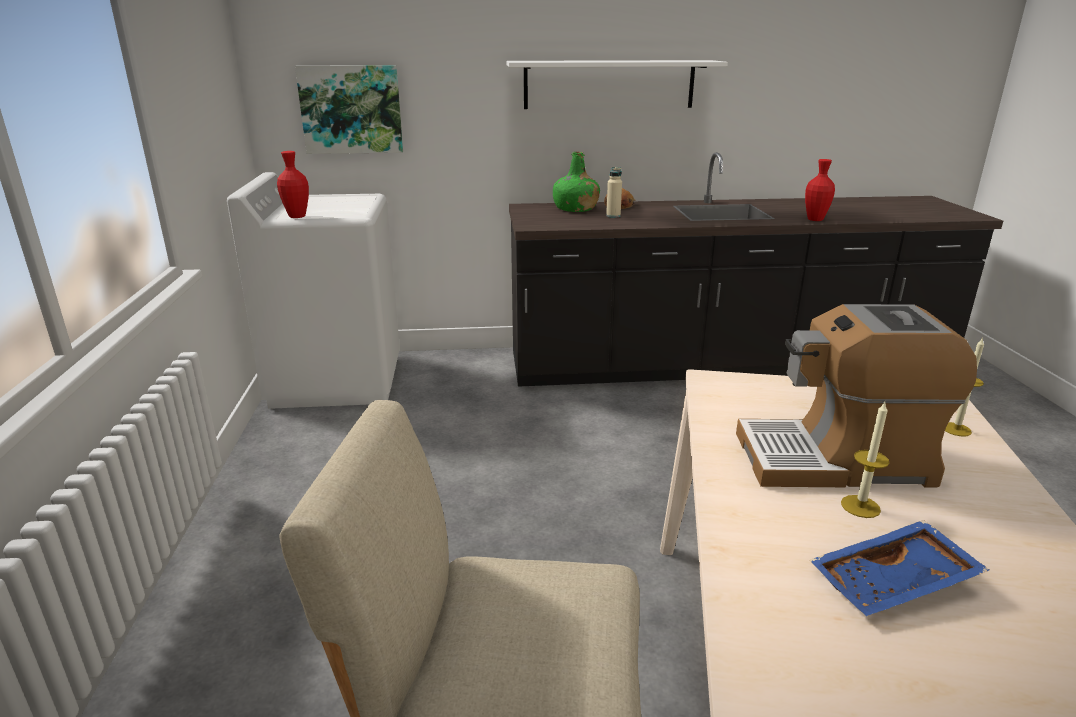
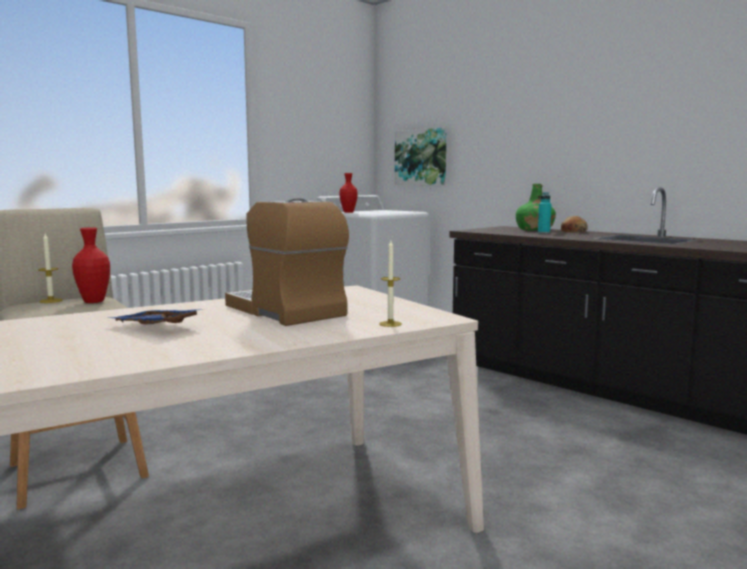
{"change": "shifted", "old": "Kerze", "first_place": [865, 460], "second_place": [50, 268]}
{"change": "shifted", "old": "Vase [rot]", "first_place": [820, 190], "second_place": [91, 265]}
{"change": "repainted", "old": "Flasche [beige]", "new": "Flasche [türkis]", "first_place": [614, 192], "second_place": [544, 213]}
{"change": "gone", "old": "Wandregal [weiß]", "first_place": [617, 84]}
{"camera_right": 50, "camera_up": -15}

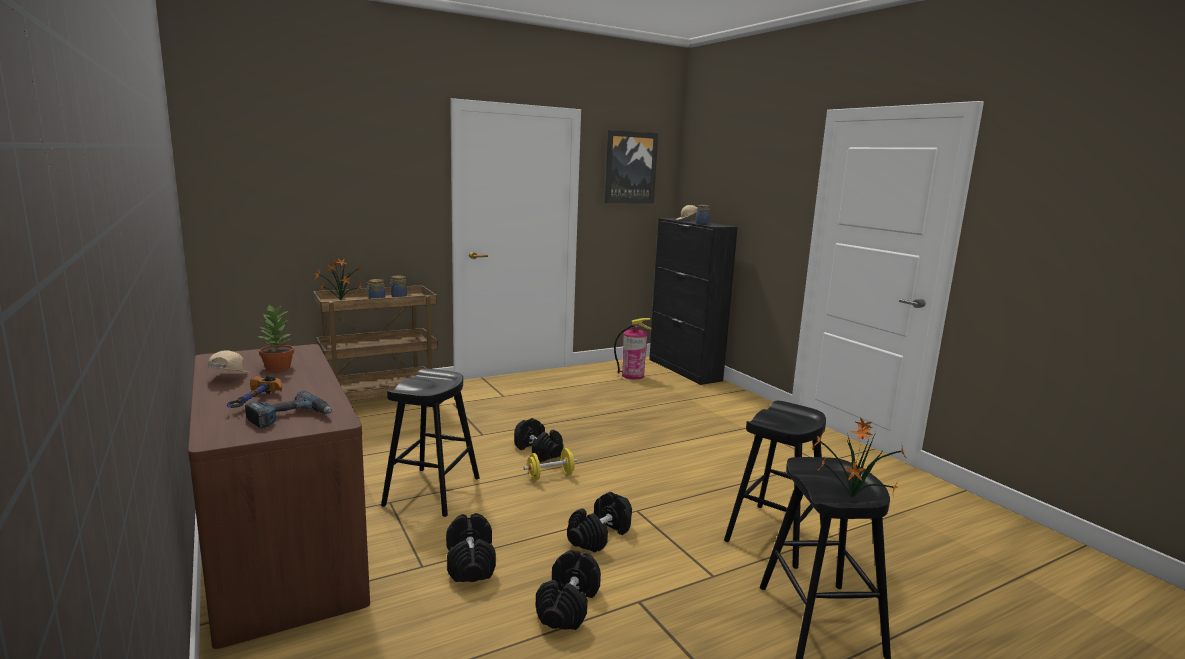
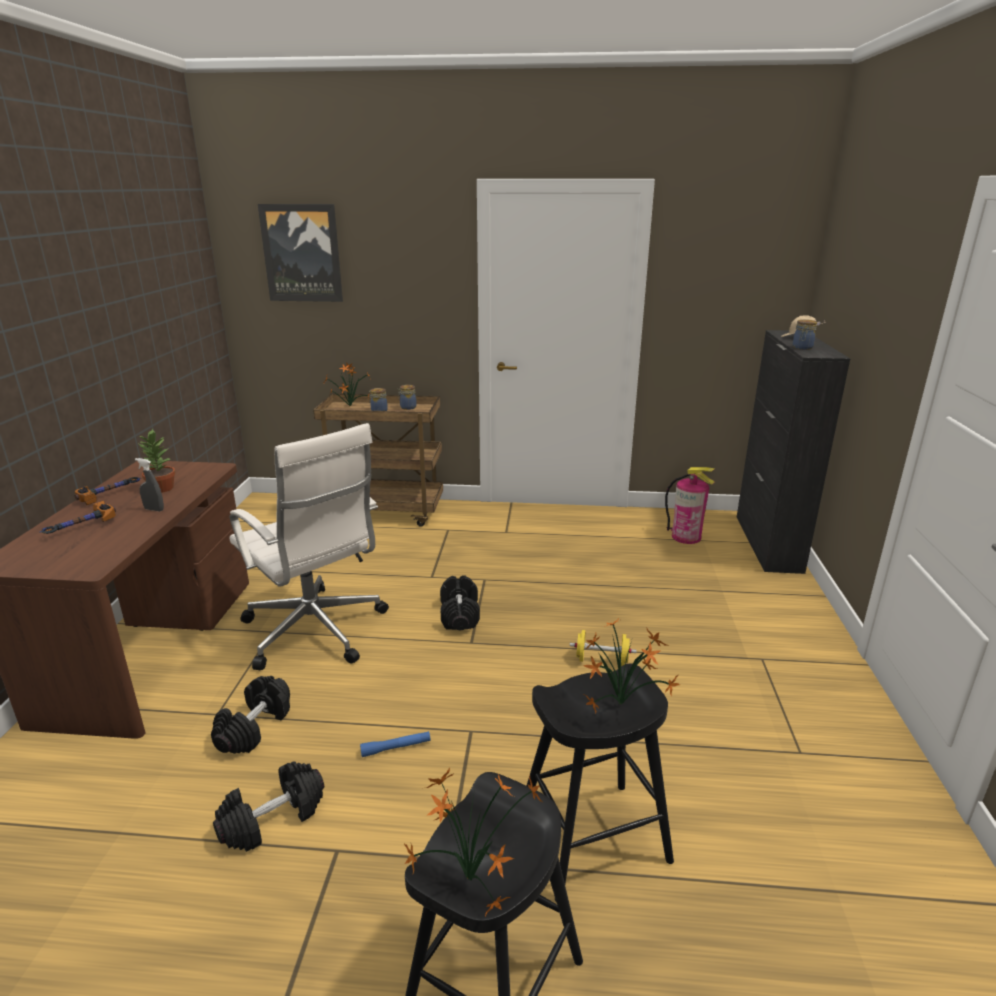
{"change": "swapped", "old": "Kappe [beige]", "new": "Hammer", "first_place": [228, 361], "second_place": [107, 491]}
{"change": "new", "new": "Sprühflasche [grau]", "second_place": [149, 484]}
{"change": "swapped", "old": "Hocker [schwarz]", "new": "Bürostuhl [weiß]", "first_place": [430, 443], "second_place": [309, 546]}
{"change": "shifted", "old": "Bild", "first_place": [631, 167], "second_place": [300, 253]}
{"change": "swapped", "old": "Hantel [schwarz]", "new": "Taschenlampe [blau]", "first_place": [599, 522], "second_place": [395, 744]}
{"change": "shifted", "old": "Hantel [gelb]", "first_place": [550, 464], "second_place": [603, 648]}
{"change": "new", "new": "Topfpflanze", "second_place": [631, 665]}
{"change": "gone", "old": "Bohrmaschine", "first_place": [288, 409]}
{"camera_right": 35, "camera_up": 10}

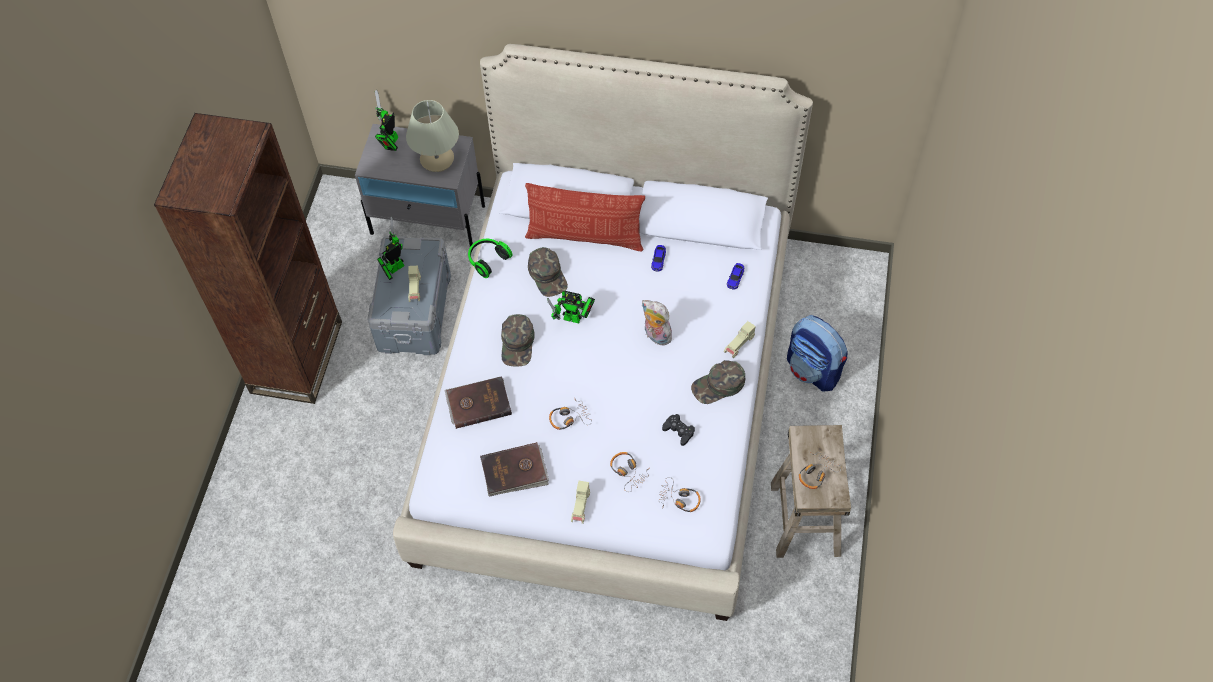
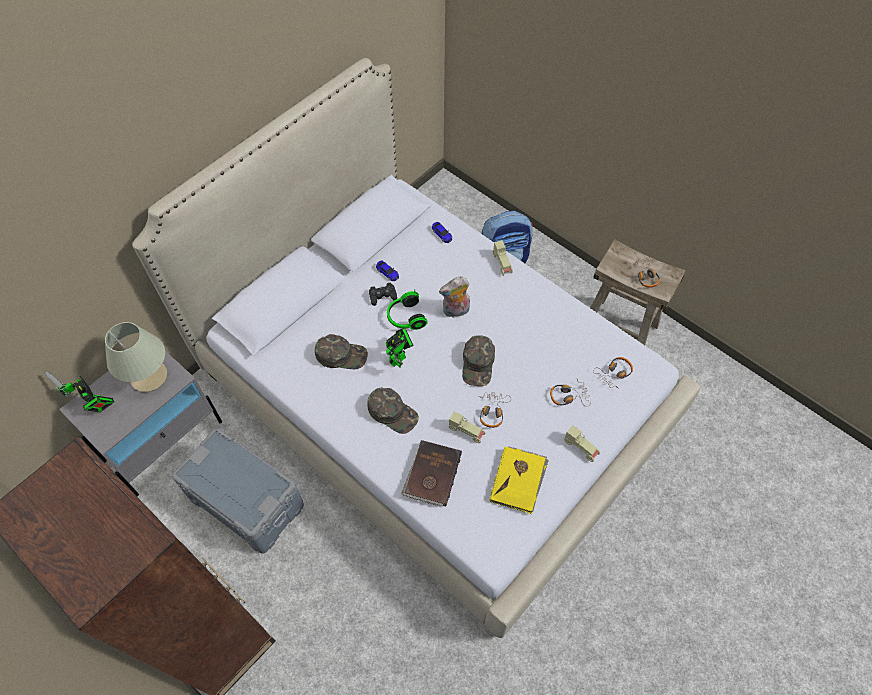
{"change": "shifted", "old": "Gamepad [schwarz]", "first_place": [678, 430], "second_place": [383, 294]}
{"change": "shifted", "old": "Kopfhörer", "first_place": [490, 258], "second_place": [407, 310]}
{"change": "shifted", "old": "Spielzeugauto [beige]", "first_place": [414, 284], "second_place": [467, 427]}
{"change": "shifted", "old": "Kappe [grün]", "first_place": [718, 382], "second_place": [478, 360]}
{"change": "repainted", "old": "Buch [braun]", "new": "Buch [gelb]", "first_place": [514, 469], "second_place": [519, 480]}
{"change": "gone", "old": "Spielzeugroboter", "first_place": [391, 248]}
{"change": "gone", "old": "Kissen", "first_place": [585, 217]}
{"camera_right": -60, "camera_up": 0}

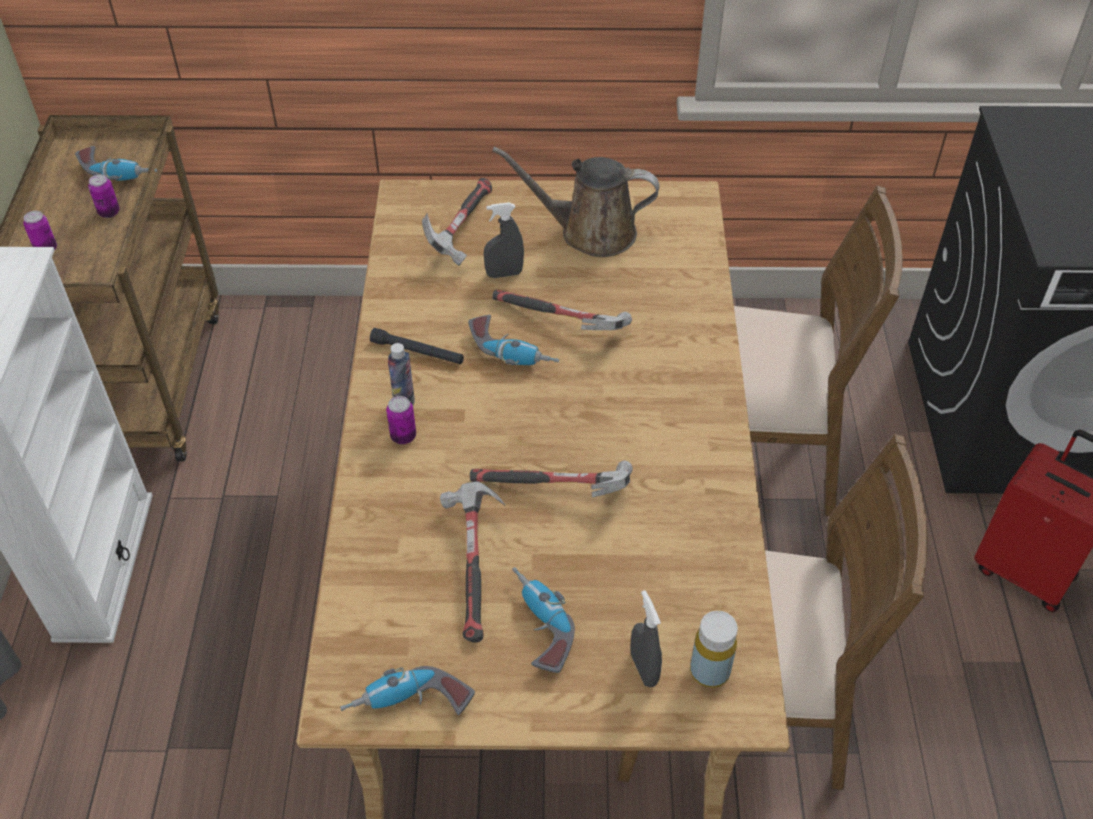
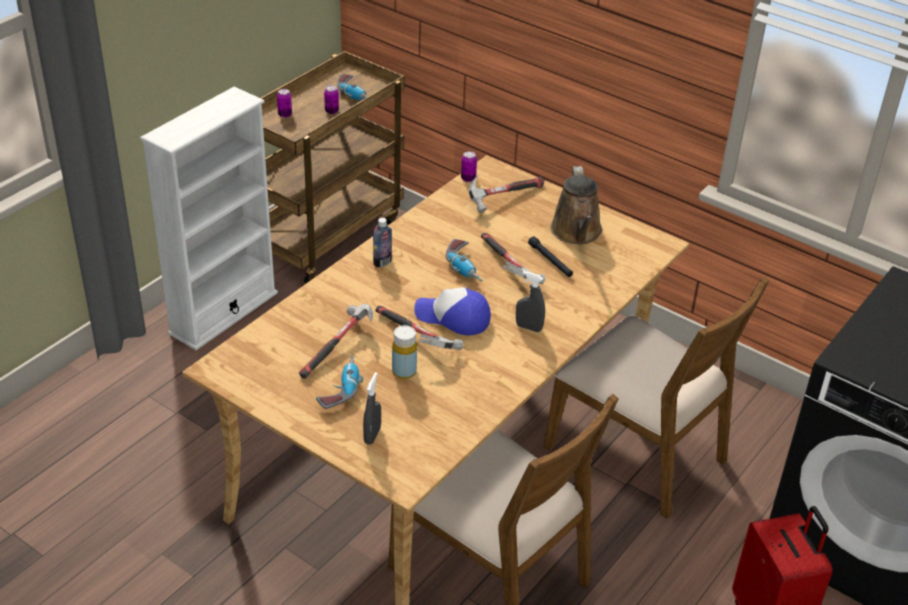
{"change": "shifted", "old": "Flasche [gelb]", "first_place": [714, 649], "second_place": [404, 352]}
{"change": "new", "new": "Kappe", "second_place": [452, 311]}
{"change": "shifted", "old": "Dose", "first_place": [401, 420], "second_place": [469, 166]}
{"change": "shifted", "old": "Sprühflasche [grau]", "first_place": [504, 240], "second_place": [530, 301]}
{"change": "shifted", "old": "Taschenlampe [schwarz]", "first_place": [417, 346], "second_place": [550, 256]}
{"change": "rotated", "old": "Gießkanne [braun]", "first_place": [575, 202], "second_place": [576, 205], "degrees": -135}
{"change": "gone", "old": "Bohrmaschine", "first_place": [407, 690]}
{"camera_right": 35, "camera_up": -10}

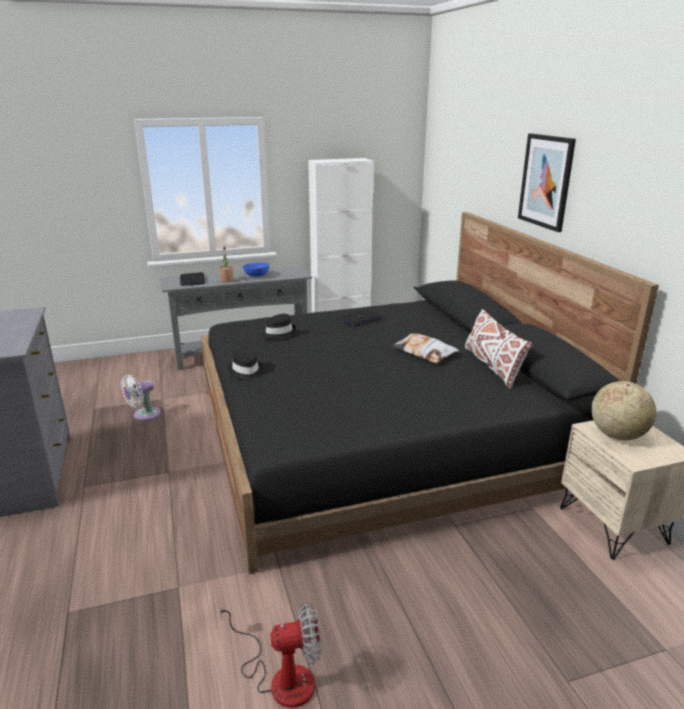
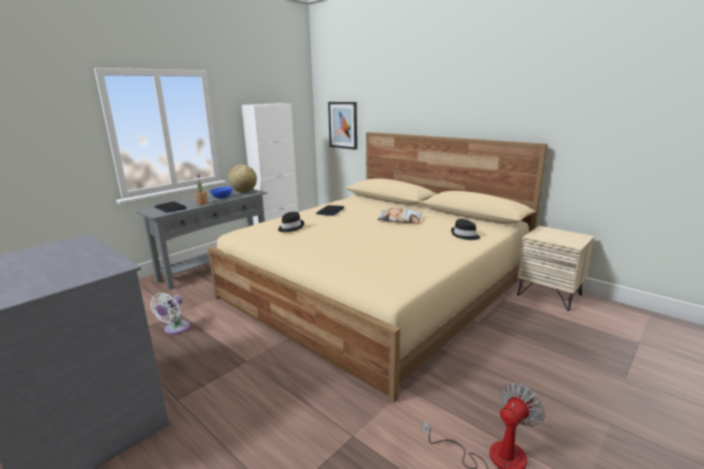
{"change": "repainted", "old": "Bett [schwarz]", "new": "Bett [beige]", "first_place": [430, 393], "second_place": [378, 267]}
{"change": "shifted", "old": "Globus", "first_place": [623, 410], "second_place": [242, 178]}
{"change": "shifted", "old": "Bild", "first_place": [547, 182], "second_place": [342, 126]}
{"change": "shifted", "old": "Hut [schwarz]", "first_place": [246, 364], "second_place": [466, 229]}
{"change": "gone", "old": "Kissen [weiß]", "first_place": [498, 349]}
{"camera_right": -30, "camera_up": -5}

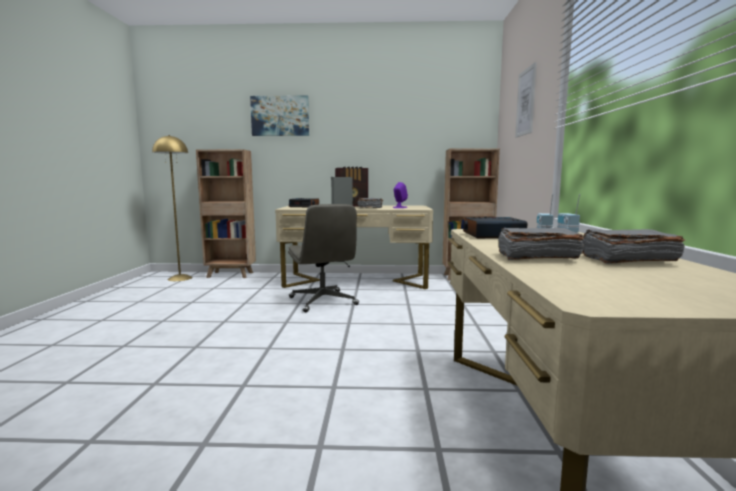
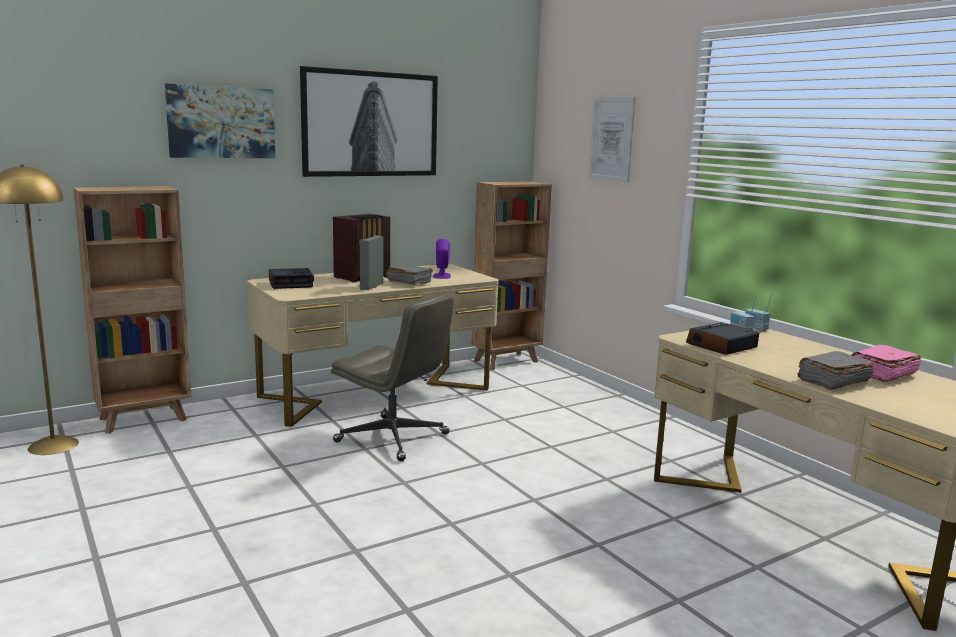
{"change": "new", "new": "Bild", "second_place": [369, 121]}
{"change": "repainted", "old": "Buch [grau]", "new": "Buch [rosa]", "first_place": [633, 246], "second_place": [886, 364]}
{"camera_right": -35, "camera_up": 5}

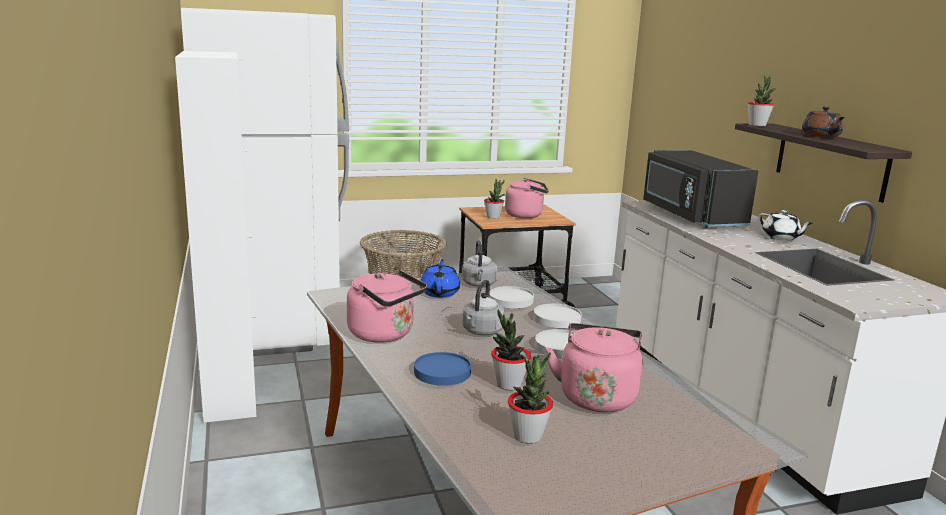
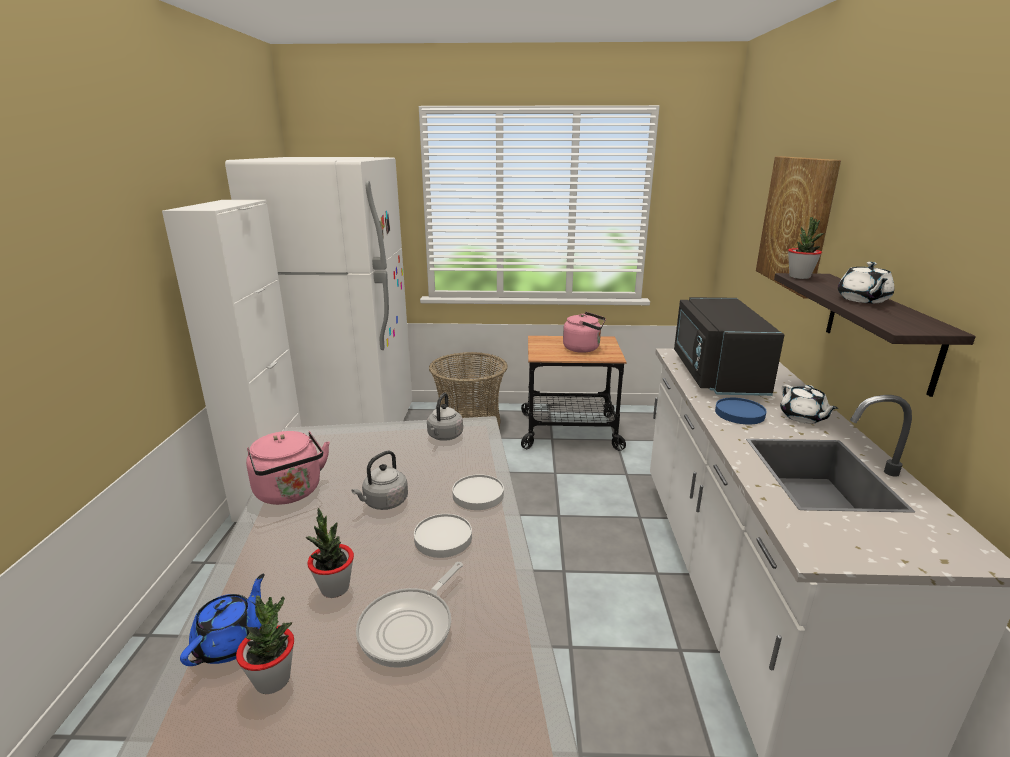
{"change": "shifted", "old": "Teekanne [blau]", "first_place": [440, 278], "second_place": [222, 620]}
{"change": "swapped", "old": "Wasserkessel [rosa]", "new": "Pfanne", "first_place": [594, 367], "second_place": [409, 615]}
{"change": "shifted", "old": "Teller [blau]", "first_place": [442, 369], "second_place": [741, 411]}
{"change": "new", "new": "Bild", "second_place": [798, 227]}
{"change": "repainted", "old": "Teekanne [braun]", "new": "Teekanne [weiß]", "first_place": [823, 122], "second_place": [866, 282]}
{"change": "gone", "old": "Topfpflanze", "first_place": [494, 199]}
{"change": "gone", "old": "Teller [weiß]", "first_place": [511, 297]}
{"camera_right": 20, "camera_up": 5}

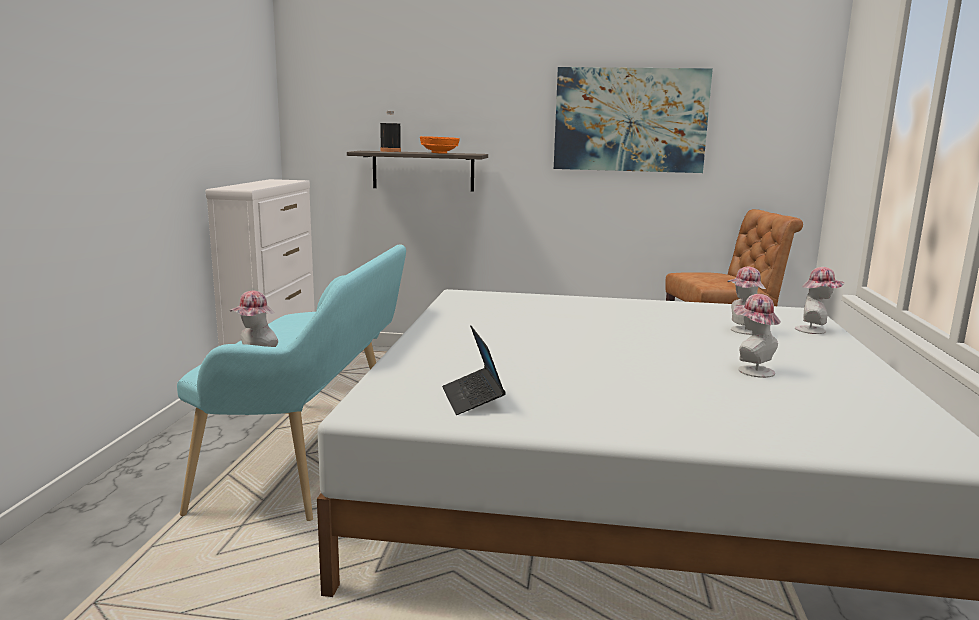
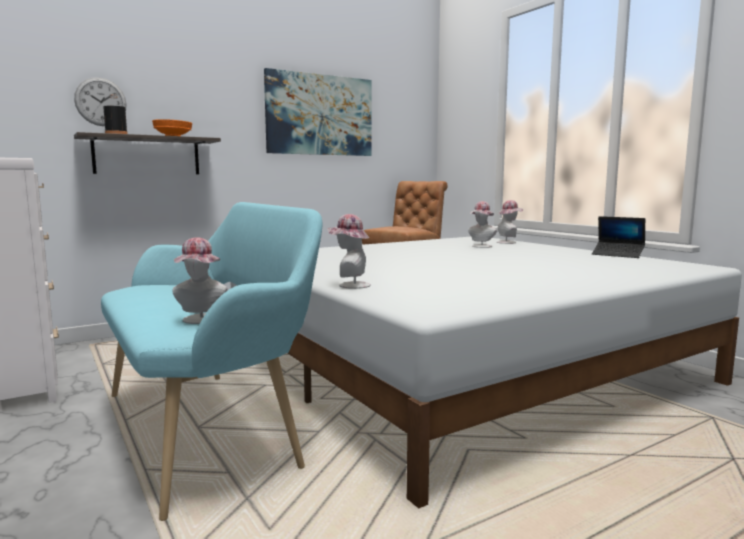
{"change": "new", "new": "Wanduhr", "second_place": [100, 101]}
{"change": "shifted", "old": "Hut", "first_place": [757, 336], "second_place": [349, 251]}
{"change": "shifted", "old": "Laptop", "first_place": [474, 370], "second_place": [618, 237]}
{"camera_right": -40, "camera_up": -5}

